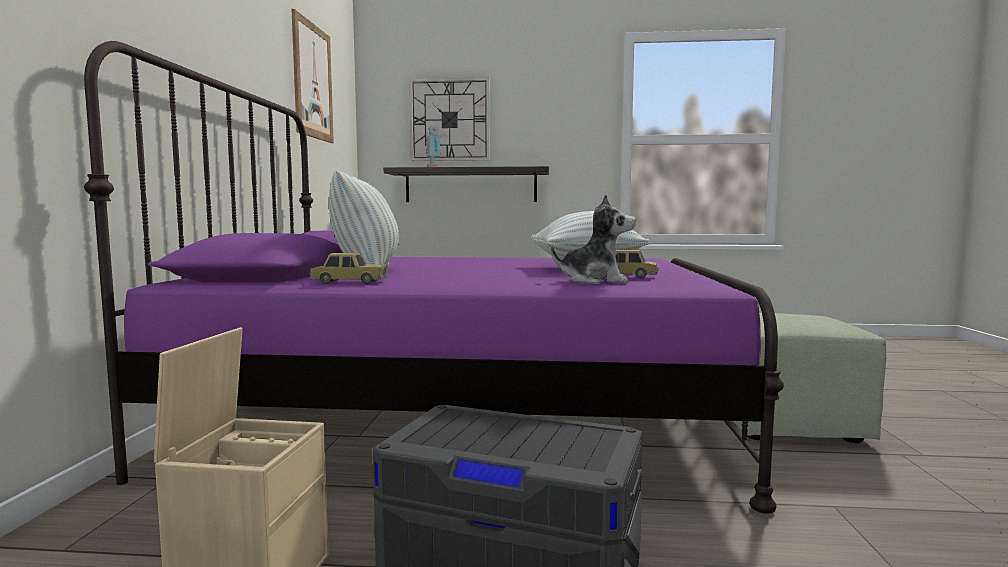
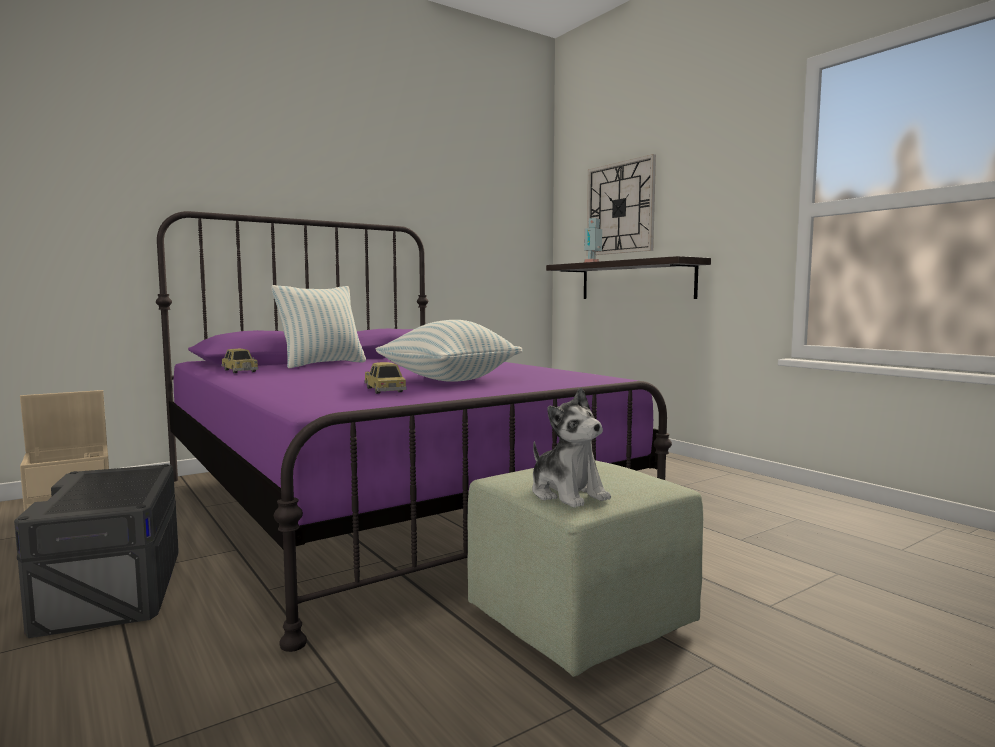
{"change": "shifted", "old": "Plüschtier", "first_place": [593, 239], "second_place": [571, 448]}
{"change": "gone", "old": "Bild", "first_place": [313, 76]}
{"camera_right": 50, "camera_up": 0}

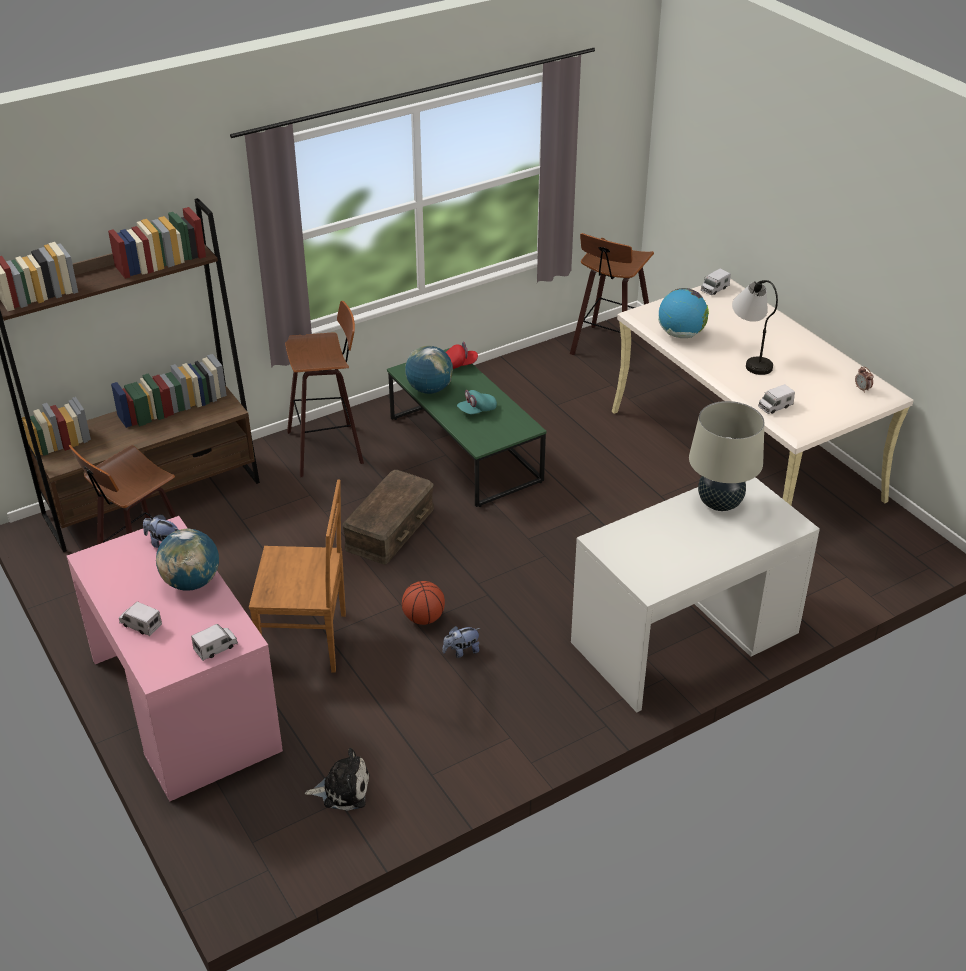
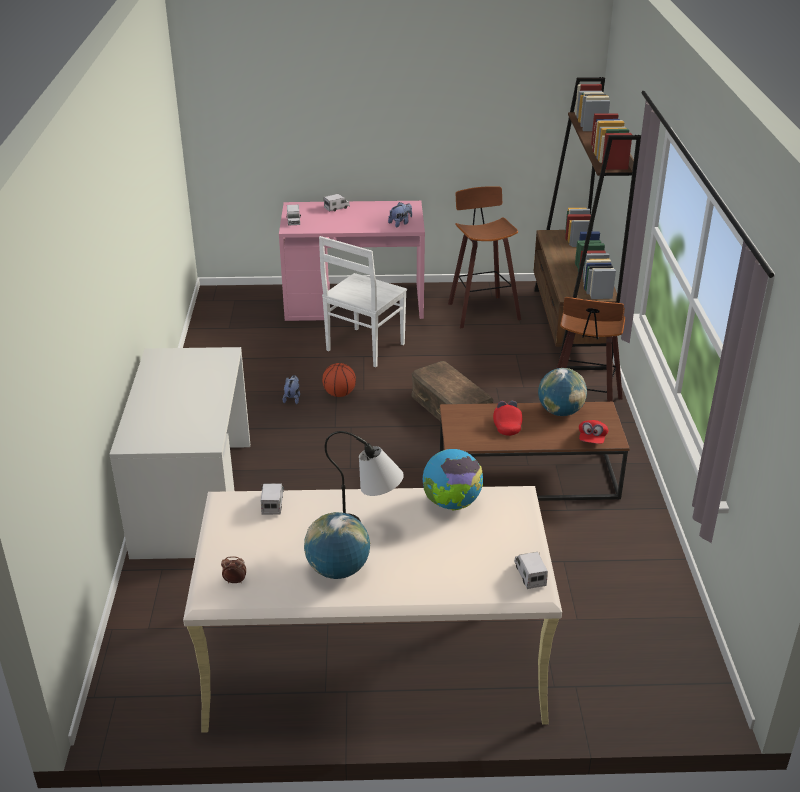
{"change": "shifted", "old": "Globus", "first_place": [187, 559], "second_place": [337, 545]}
{"change": "repainted", "old": "Stuhl [braun]", "new": "Stuhl [weiß]", "first_place": [297, 576], "second_place": [363, 301]}
{"change": "repainted", "old": "Couchtisch [grün]", "new": "Couchtisch [braun]", "first_place": [466, 427], "second_place": [535, 451]}
{"change": "repainted", "old": "Kappe [türkis]", "new": "Kappe [rot]", "first_place": [477, 402], "second_place": [507, 418]}
{"change": "gone", "old": "Plüschtier", "first_place": [337, 779]}
{"change": "gone", "old": "Hocker", "first_place": [612, 294]}
{"change": "gone", "old": "Tischlampe [beige]", "first_place": [727, 456]}
{"camera_right": 120, "camera_up": -5}

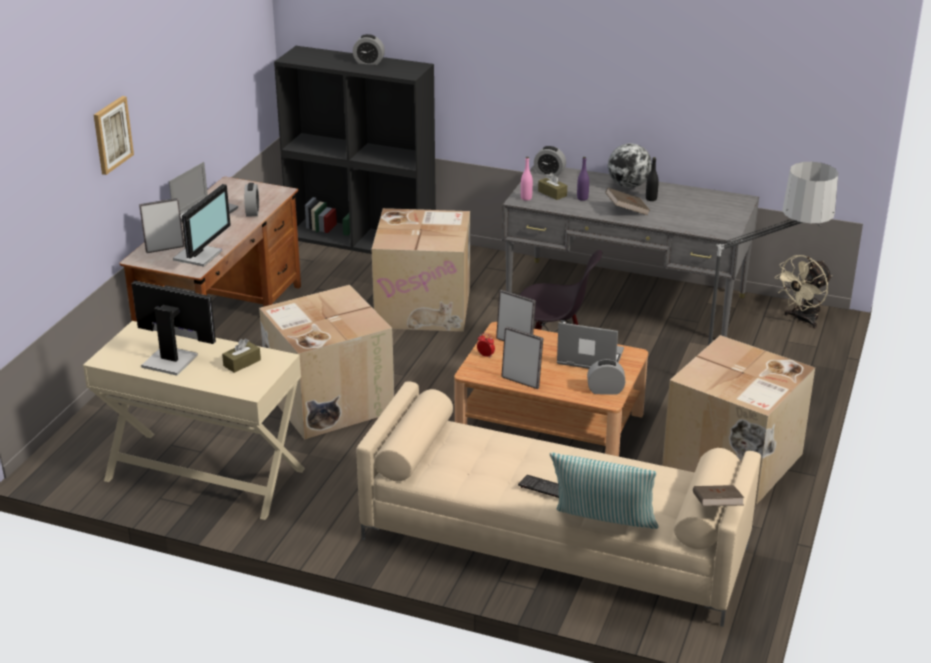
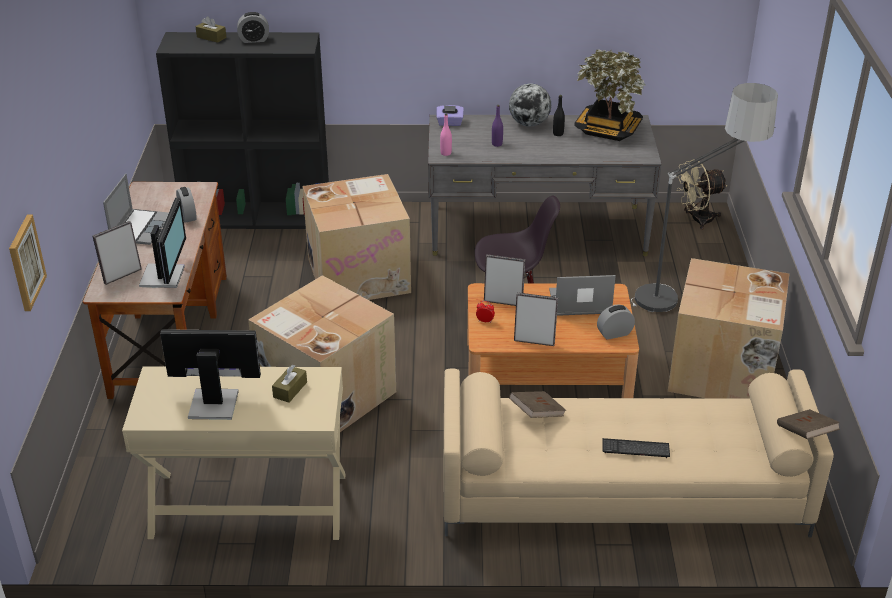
{"change": "shifted", "old": "Bild", "first_place": [114, 135], "second_place": [28, 263]}
{"change": "shifted", "old": "Taschentuchbox [braun]", "first_place": [552, 186], "second_place": [211, 29]}
{"change": "swapped", "old": "Wecker", "new": "Taschentuchbox [lila]", "first_place": [550, 161], "second_place": [450, 115]}
{"change": "shifted", "old": "Buch [braun]", "first_place": [627, 201], "second_place": [537, 404]}
{"change": "new", "new": "Topfpflanze", "second_place": [610, 95]}
{"change": "rotated", "old": "Ventilator [beige]", "first_place": [803, 291], "second_place": [701, 194], "degrees": 45}
{"change": "gone", "old": "Kissen", "first_place": [604, 491]}
{"camera_right": -20, "camera_up": 5}

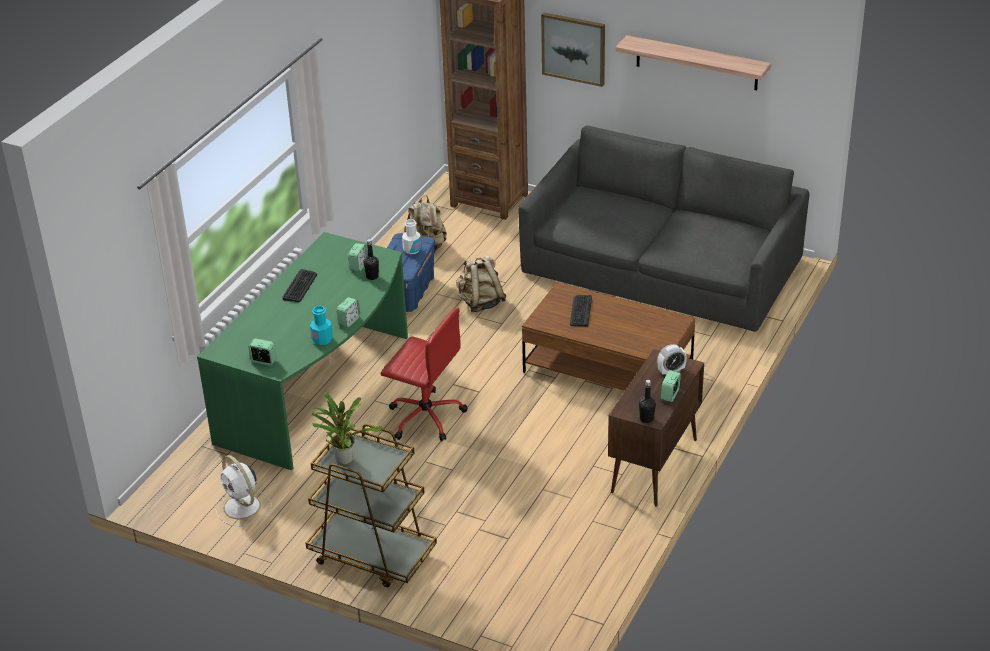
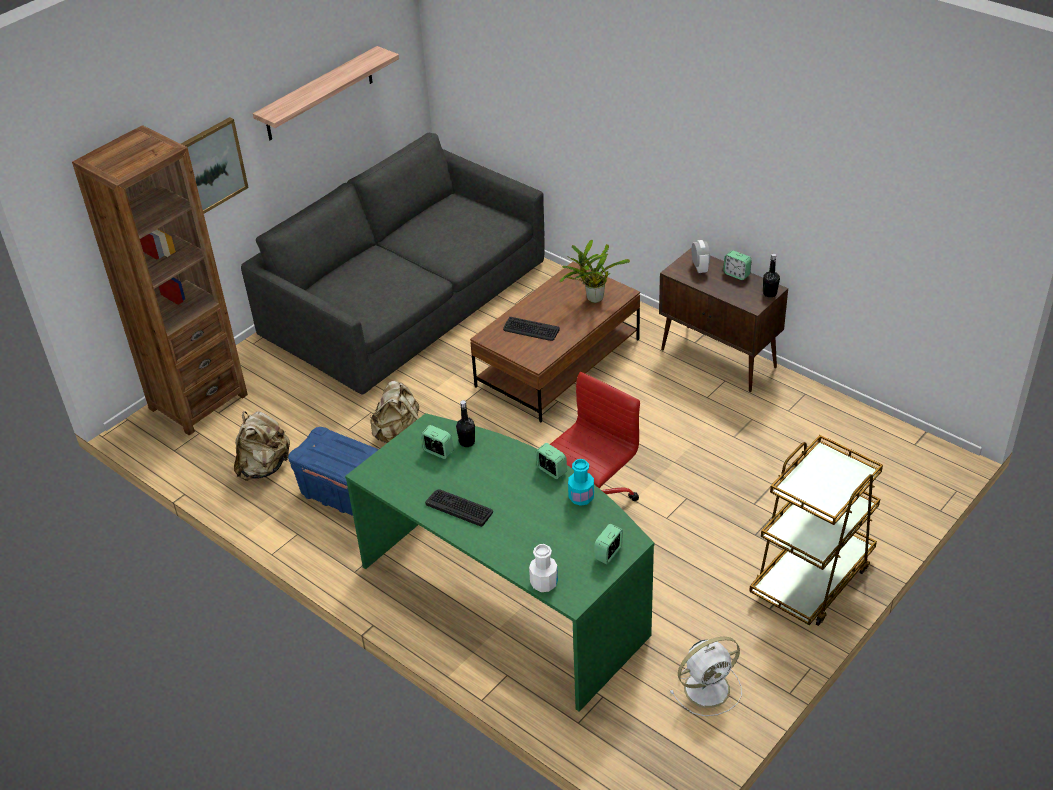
{"change": "shifted", "old": "Flasche [weiß]", "first_place": [411, 236], "second_place": [543, 568]}
{"change": "shifted", "old": "Topfpflanze", "first_place": [346, 428], "second_place": [595, 271]}
{"camera_right": -75, "camera_up": 5}

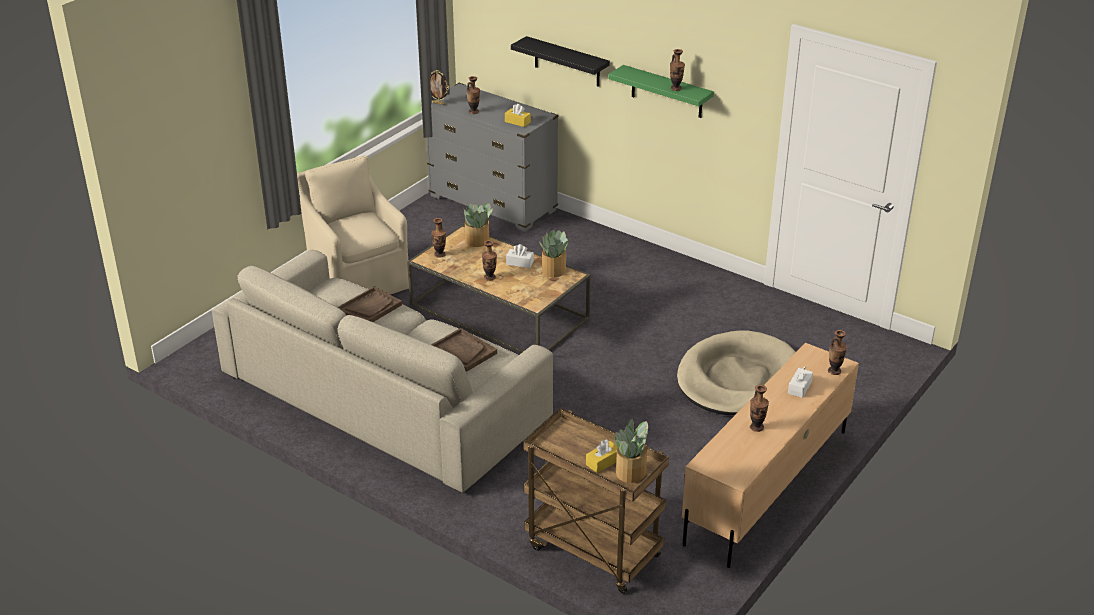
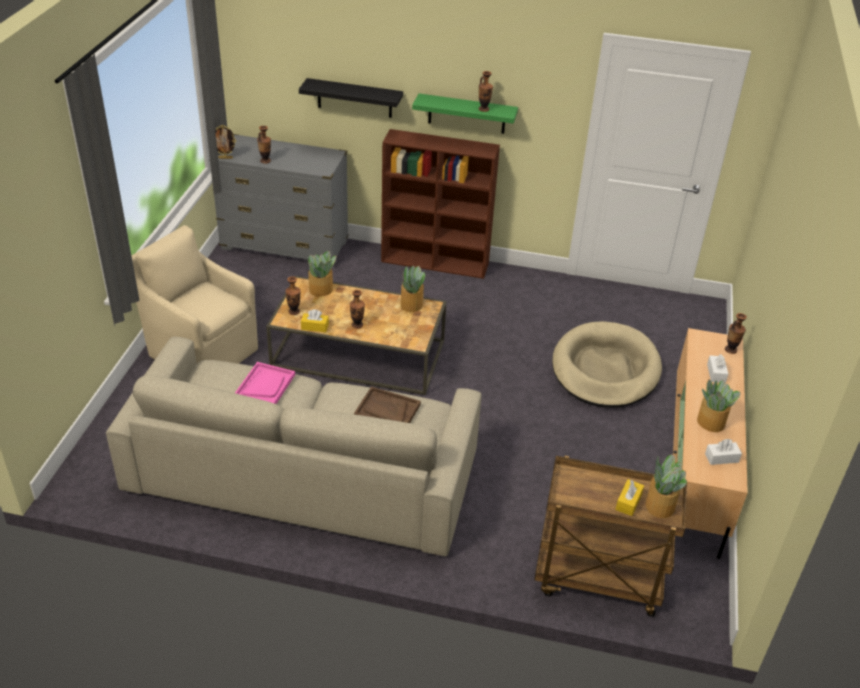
{"change": "repainted", "old": "Tablett [braun]", "new": "Tablett [rosa]", "first_place": [370, 304], "second_place": [265, 383]}
{"change": "shifted", "old": "Taschentuchbox [gelb]", "first_place": [518, 115], "second_place": [315, 320]}
{"change": "new", "new": "Bücherregal [braun]", "second_place": [440, 204]}
{"change": "swapped", "old": "Vase", "new": "Topfpflanze", "first_place": [759, 408], "second_place": [719, 405]}
{"change": "shifted", "old": "Taschentuchbox [weiß]", "first_place": [520, 256], "second_place": [723, 452]}
{"camera_right": -25, "camera_up": 5}

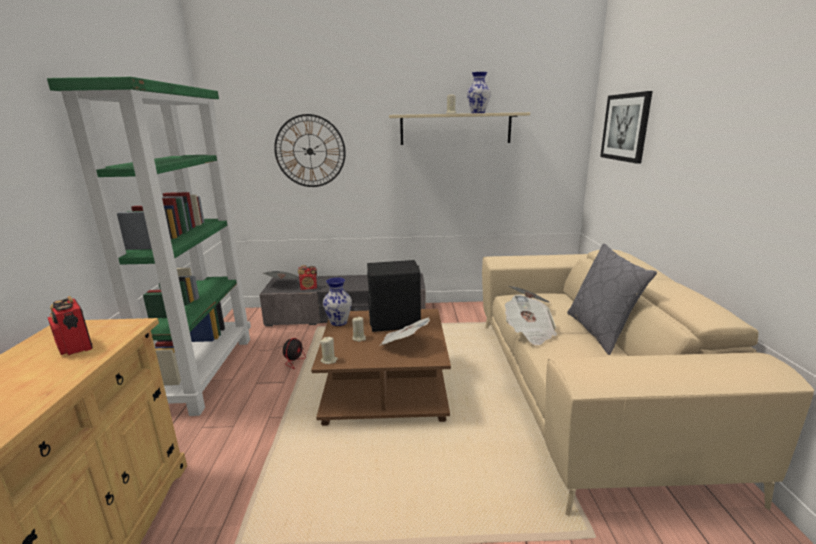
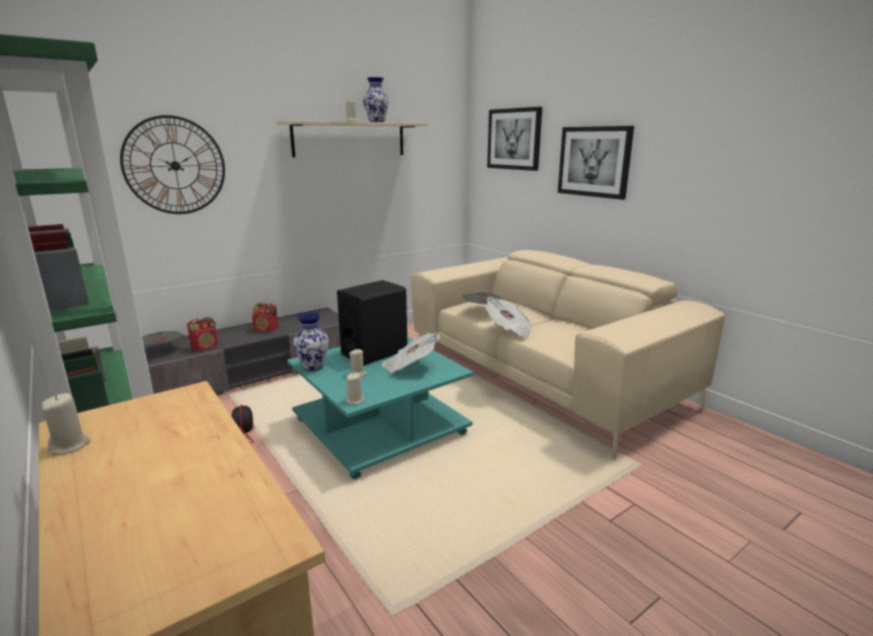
{"change": "new", "new": "Kerze [beige]", "second_place": [66, 424]}
{"change": "shifted", "old": "Radio", "first_place": [70, 325], "second_place": [265, 317]}
{"change": "repainted", "old": "Couchtisch [braun]", "new": "Couchtisch [türkis]", "first_place": [381, 367], "second_place": [380, 407]}
{"change": "new", "new": "Bild", "second_place": [596, 163]}
{"change": "gone", "old": "Kissen [grau]", "first_place": [612, 299]}
{"camera_right": -35, "camera_up": 0}

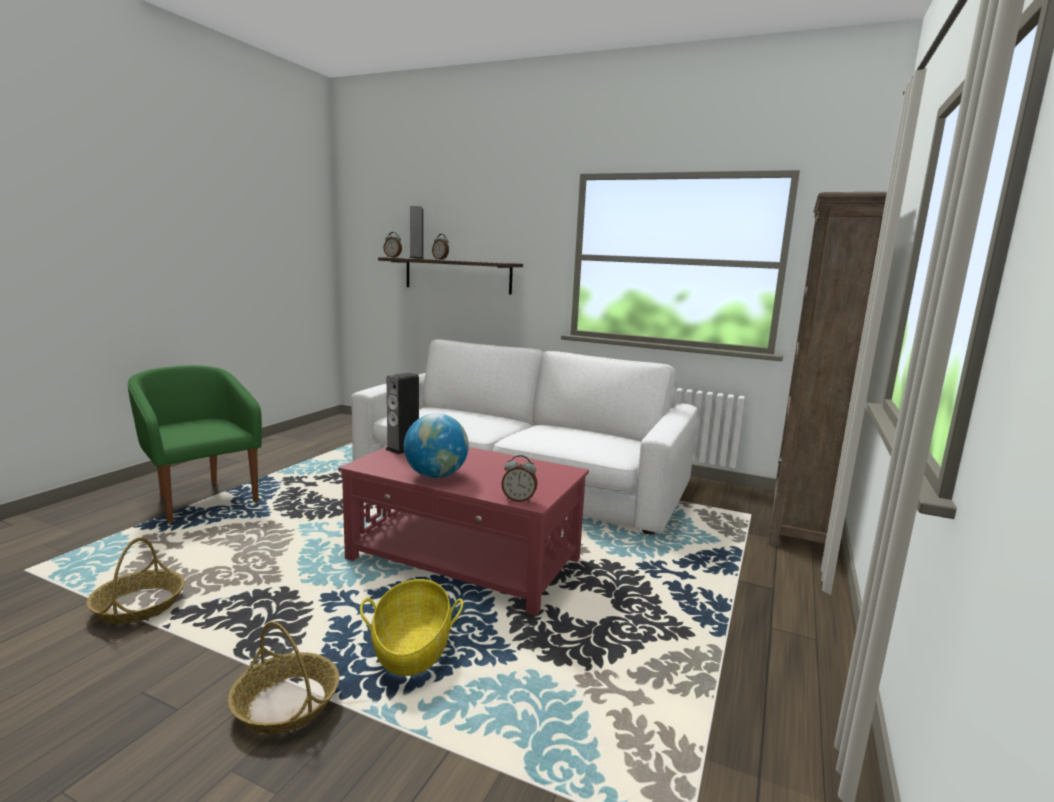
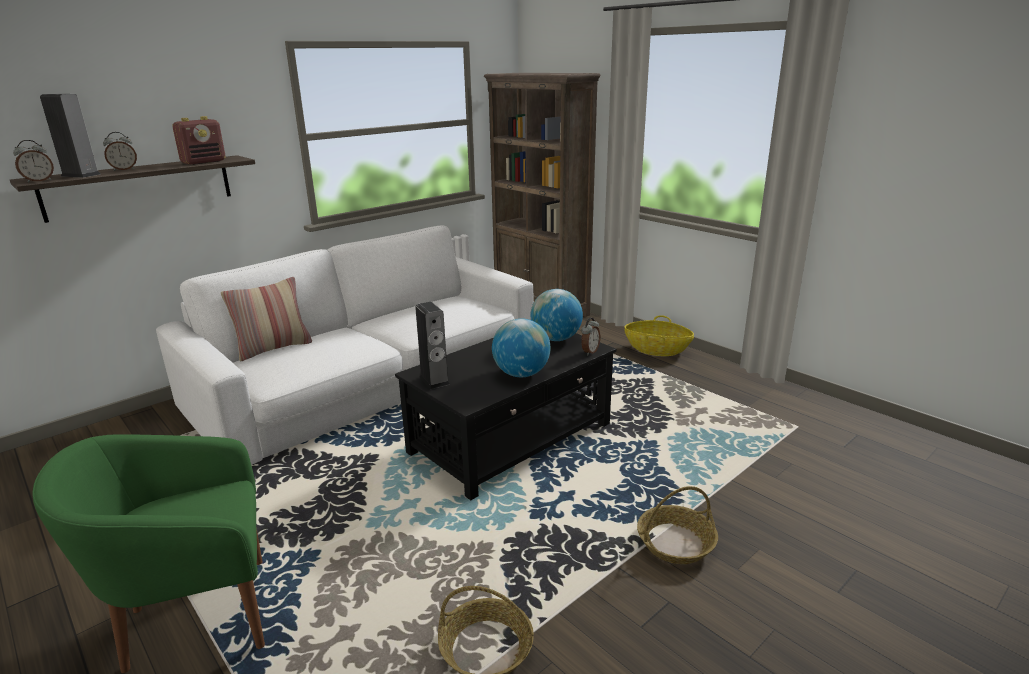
{"change": "new", "new": "Radio", "second_place": [199, 140]}
{"change": "new", "new": "Kissen", "second_place": [266, 319]}
{"change": "repainted", "old": "Couchtisch [rot]", "new": "Couchtisch [schwarz]", "first_place": [463, 531], "second_place": [505, 416]}
{"change": "new", "new": "Globus", "second_place": [557, 315]}
{"change": "shifted", "old": "Korb", "first_place": [411, 627], "second_place": [659, 335]}
{"camera_right": -65, "camera_up": 10}

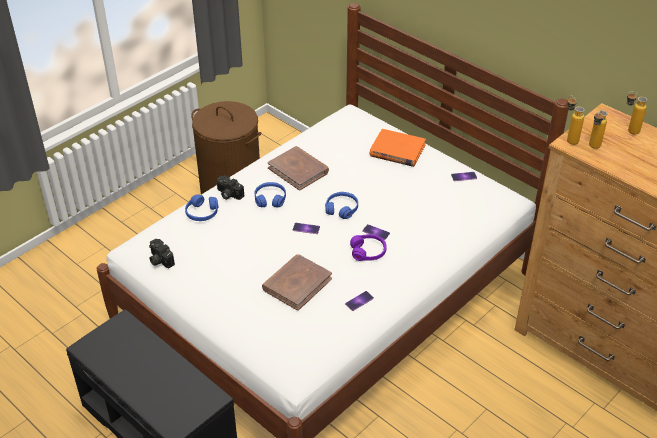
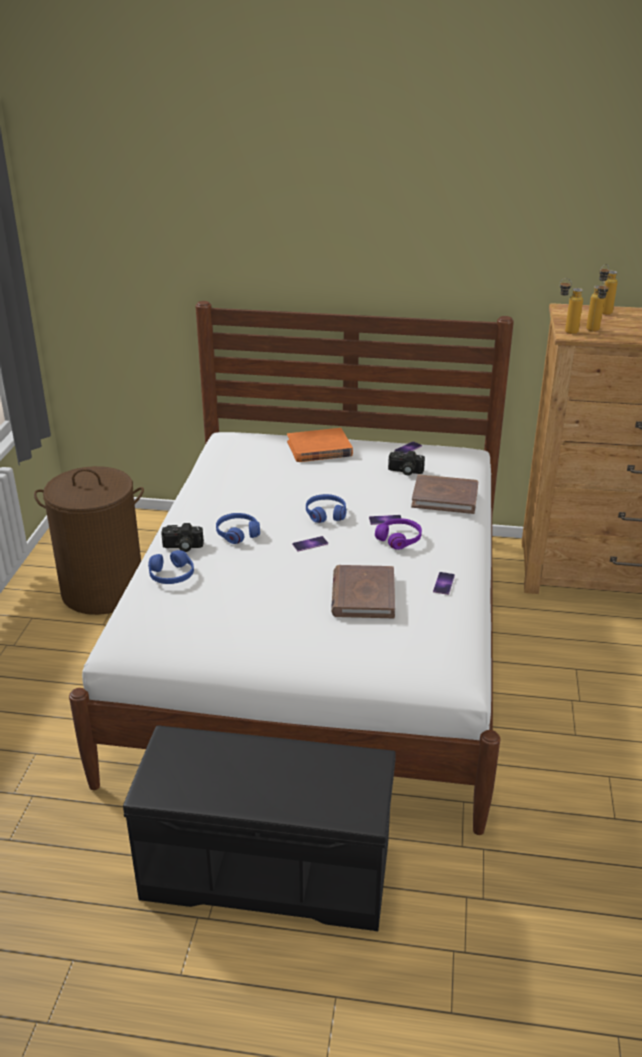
{"change": "shifted", "old": "Kamera", "first_place": [162, 253], "second_place": [406, 463]}
{"change": "shifted", "old": "Buch [braun]", "first_place": [298, 168], "second_place": [444, 494]}
{"camera_right": -35, "camera_up": -10}

